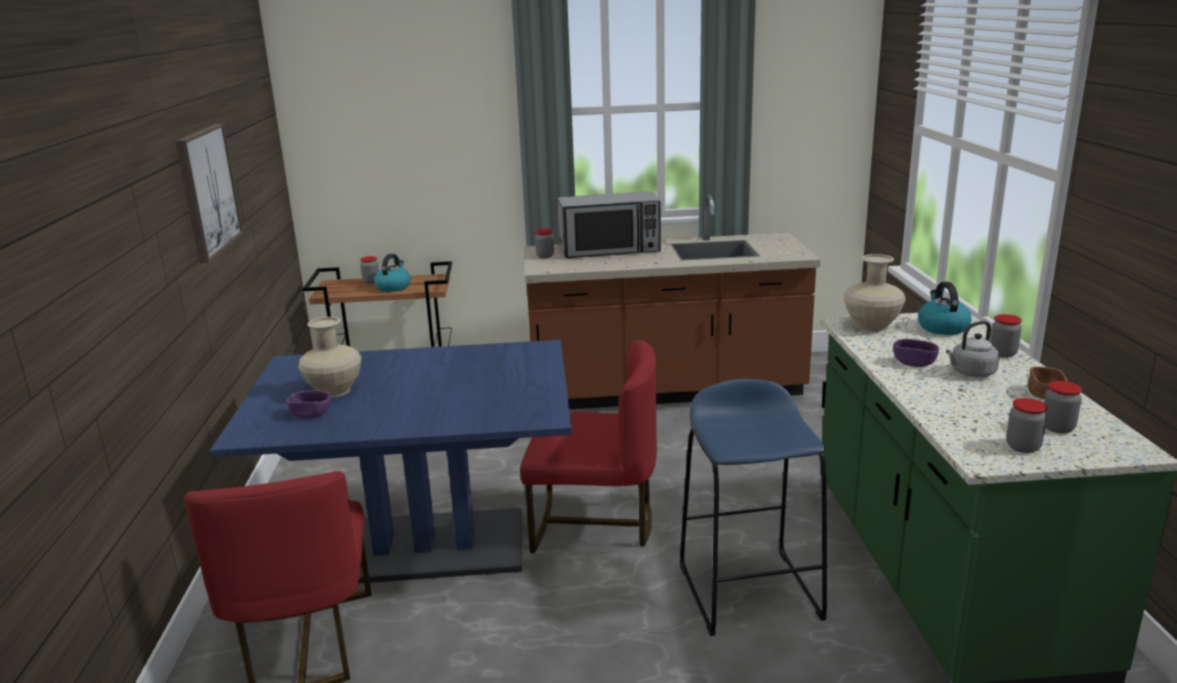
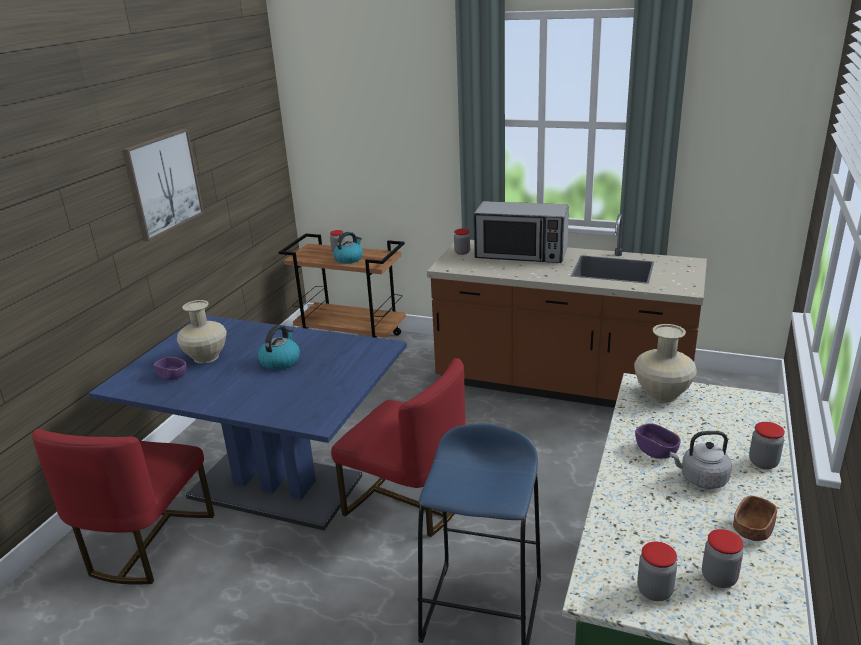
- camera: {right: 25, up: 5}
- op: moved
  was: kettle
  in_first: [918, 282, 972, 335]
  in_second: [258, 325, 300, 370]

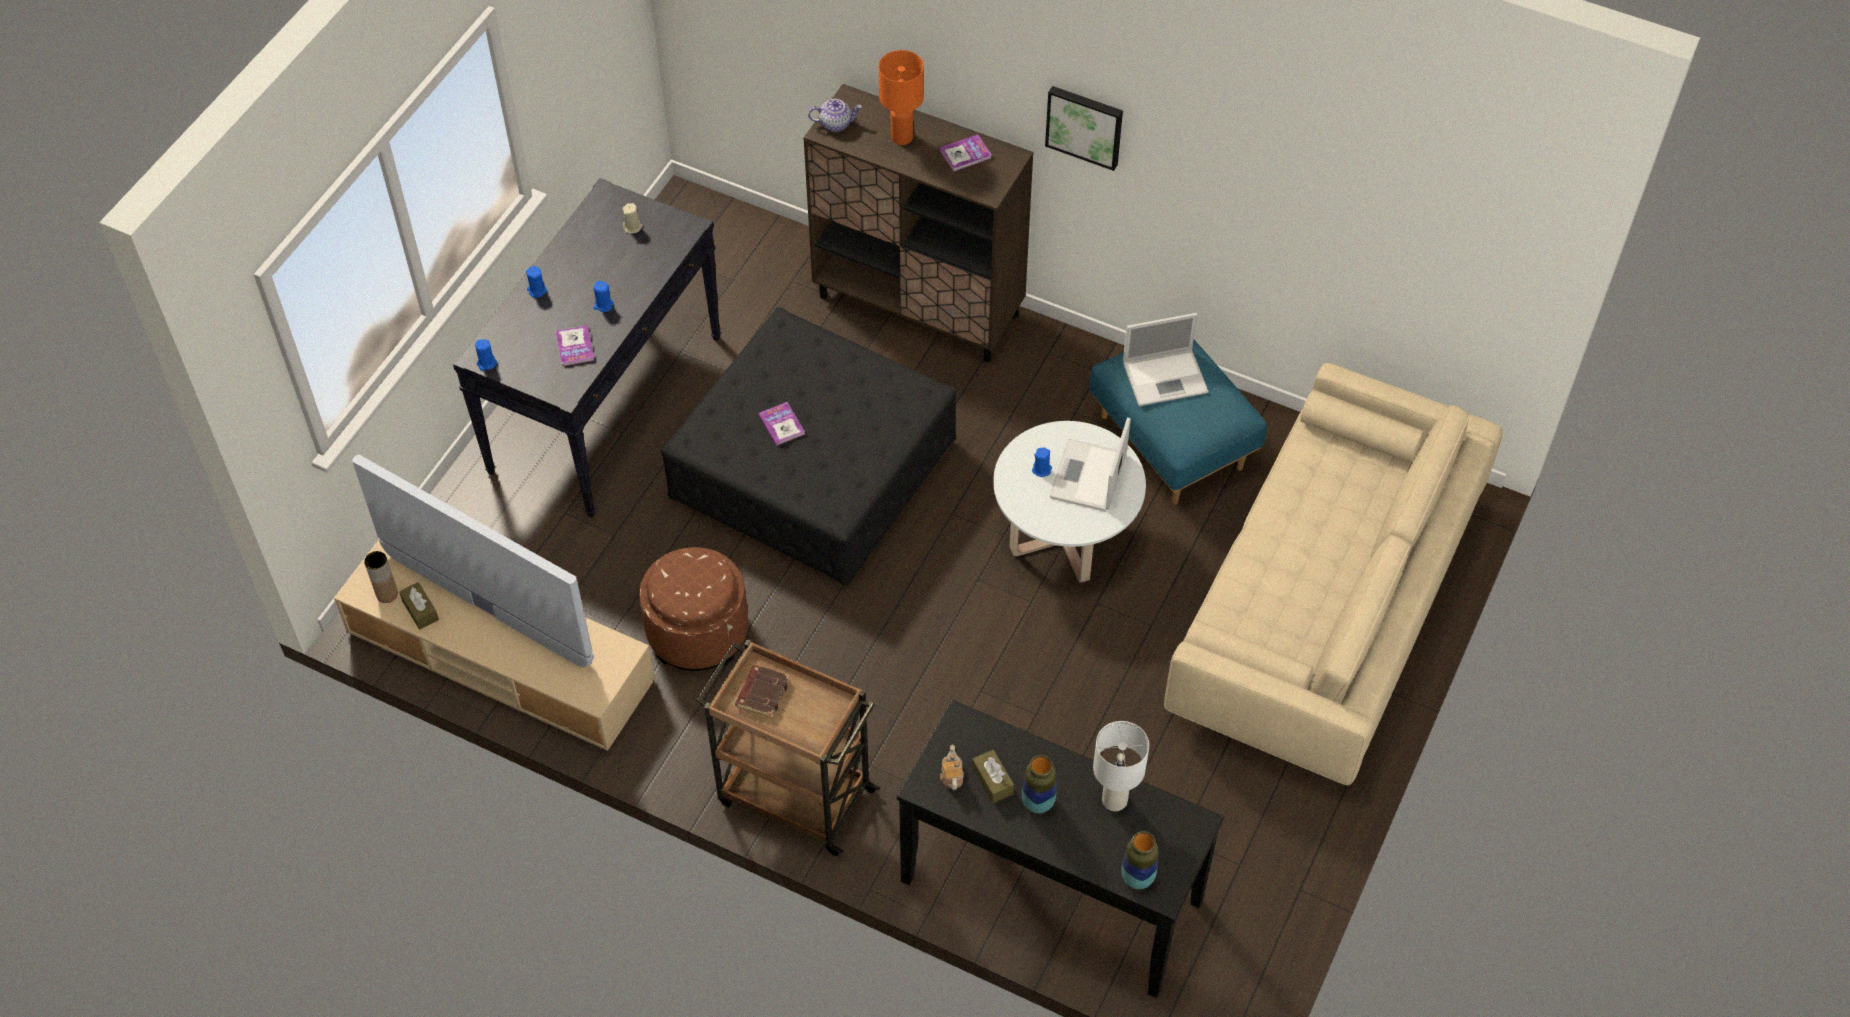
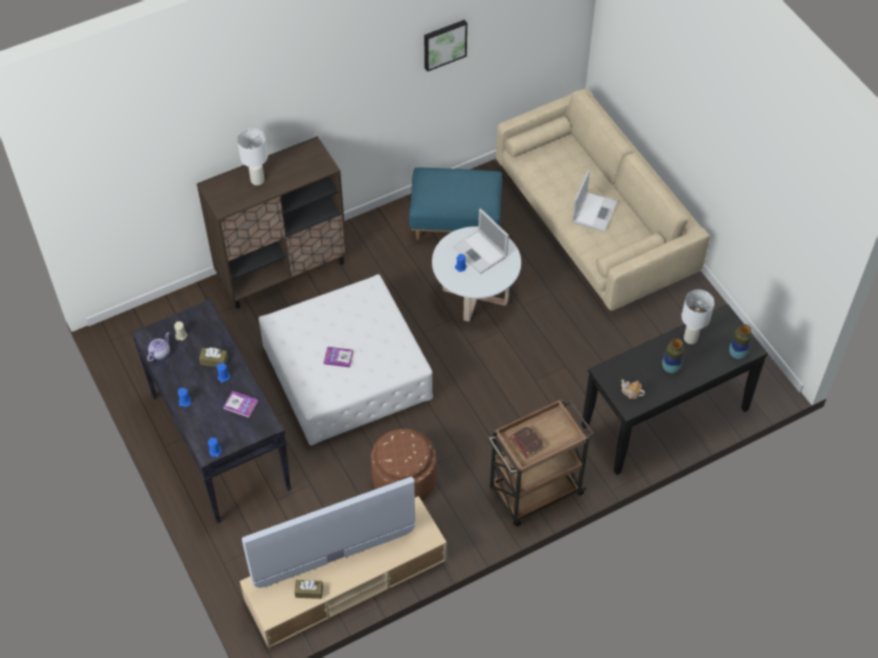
- camera: {right: -55, up: 0}
- op: moved
  was: teapot
  in_first: [808, 99, 862, 132]
  in_second: [147, 332, 170, 362]
- op: moved
  was: tissue box (brown)
  in_first: [972, 750, 1014, 803]
  in_second: [199, 348, 228, 367]
- op: recoloured
  was: table lamp (orange)
  now: table lamp (white)
  in_first: [879, 50, 924, 145]
  in_second: [237, 128, 268, 185]
- op: recoloured
  was: ottoman (black)
  now: ottoman (white)
  in_first: [661, 307, 956, 586]
  in_second: [258, 274, 433, 446]
- op: moved
  was: picture
  in_first: [1045, 86, 1123, 171]
  in_second: [424, 20, 467, 72]
- op: moved
  was: laptop
  in_first: [1123, 313, 1209, 406]
  in_second: [572, 170, 618, 232]
- op: removed
  was: vase (brown)
  in_first: [364, 551, 398, 603]
- op: removed
  was: book
  in_first: [940, 134, 992, 172]

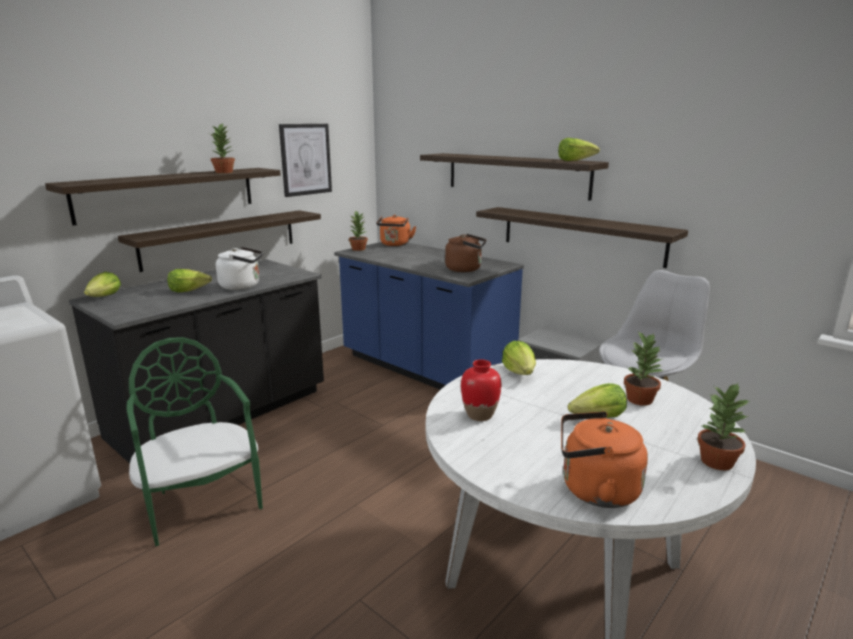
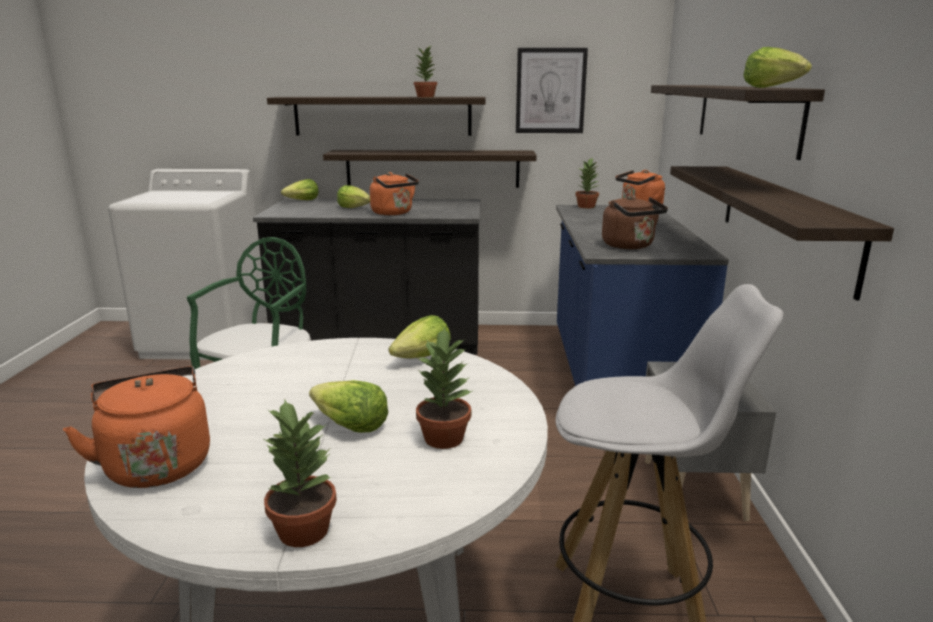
- camera: {right: 50, up: 0}
- op: recoloured
  was: kettle (white)
  now: kettle (orange)
  in_first: [216, 247, 263, 290]
  in_second: [370, 172, 419, 215]
- op: removed
  was: vase (red)
  in_first: [461, 359, 501, 421]

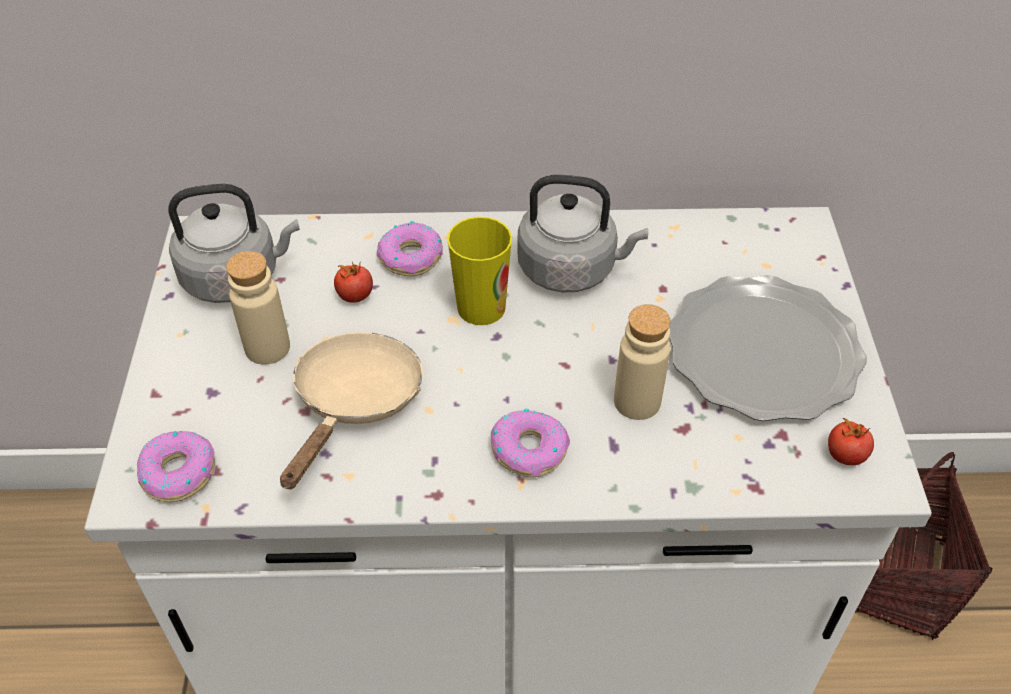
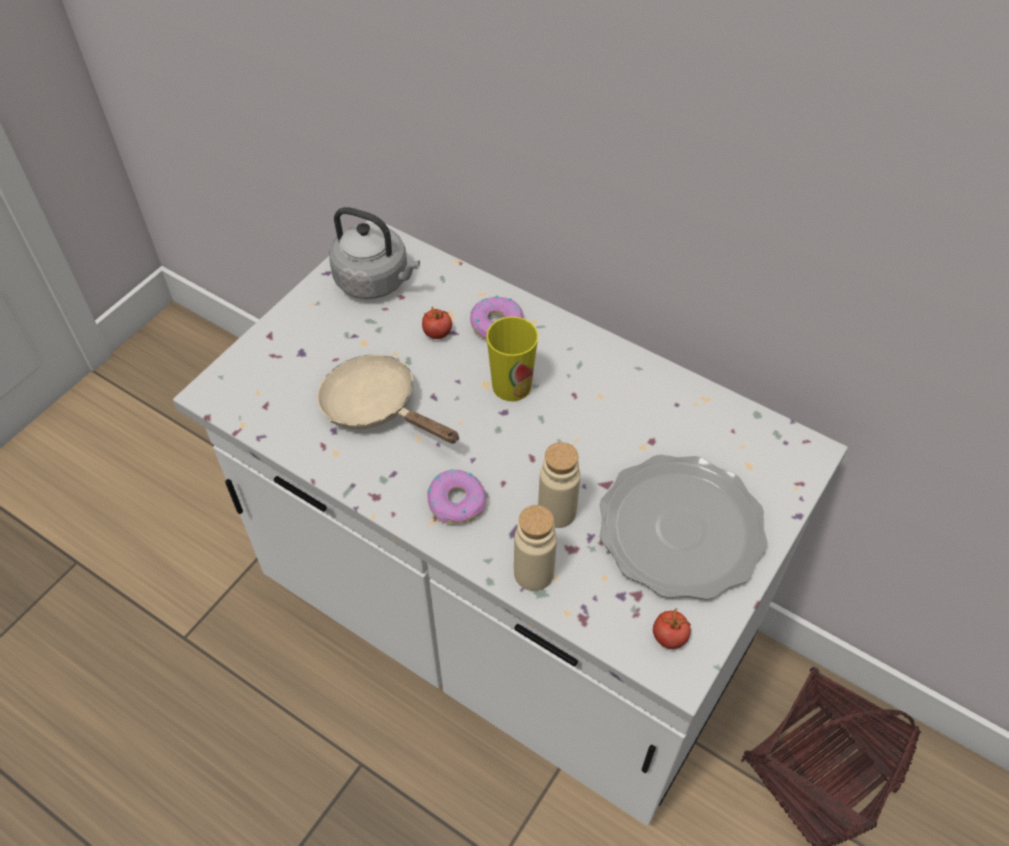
- camera: {right: 35, up: 5}
- op: turned
  was: frying pan (beige)
  in_first: [280, 332, 423, 489]
  in_second: [317, 354, 459, 444]
  clockwise: -105
- op: moved
  was: bottle (beige)
  in_first: [226, 251, 290, 365]
  in_second: [514, 505, 557, 591]
- op: removed
  was: donut
  in_first: [137, 431, 215, 502]
- op: removed
  was: kettle (grey)
  in_first: [517, 175, 648, 292]

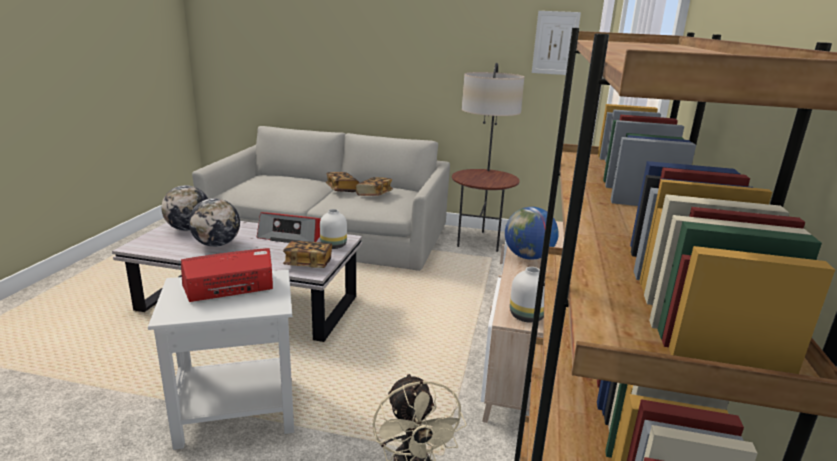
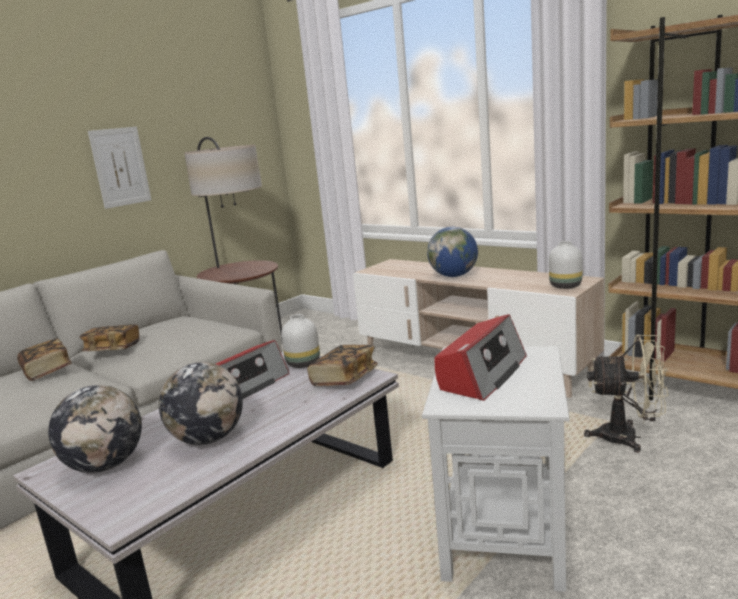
- camera: {right: -60, up: -5}
- op: moved
  was: book
  in_first: [356, 177, 393, 196]
  in_second: [17, 338, 72, 381]
- op: moved
  was: picture
  in_first: [532, 11, 581, 75]
  in_second: [88, 127, 151, 209]
- op: turned
  was: radio
  in_first: [181, 248, 273, 302]
  in_second: [435, 314, 527, 401]
  clockwise: -150

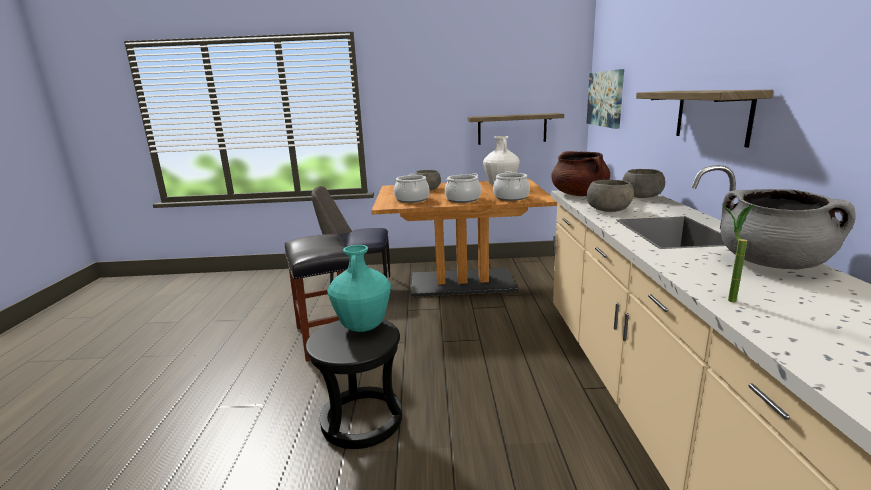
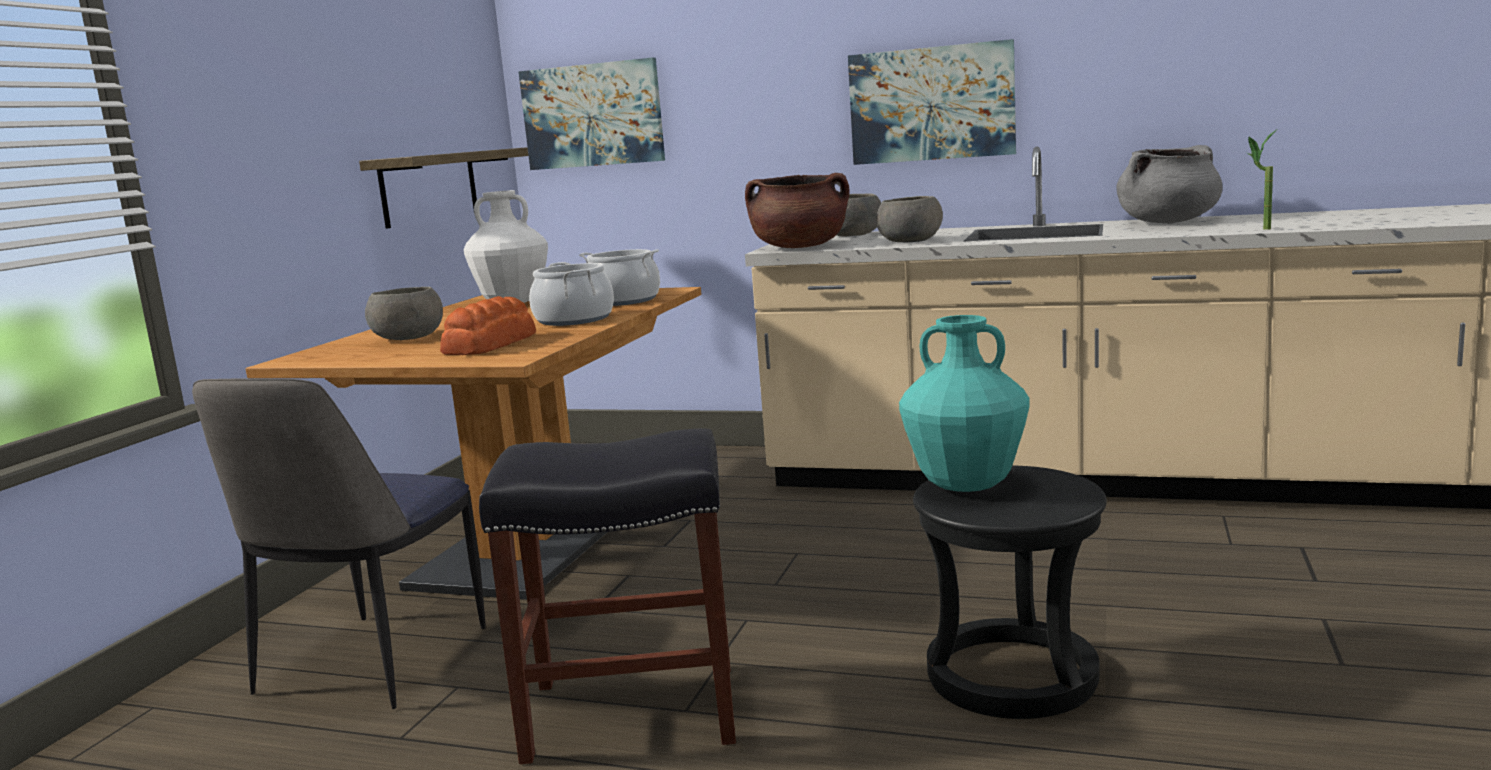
- camera: {right: -70, up: -5}
- op: replaced
  was: cooking pot
  now: bread
  in_first: [394, 174, 430, 203]
  in_second: [440, 296, 536, 355]
- op: replaced
  was: shelf
  now: picture
  in_first: [636, 90, 774, 147]
  in_second: [848, 39, 1016, 165]

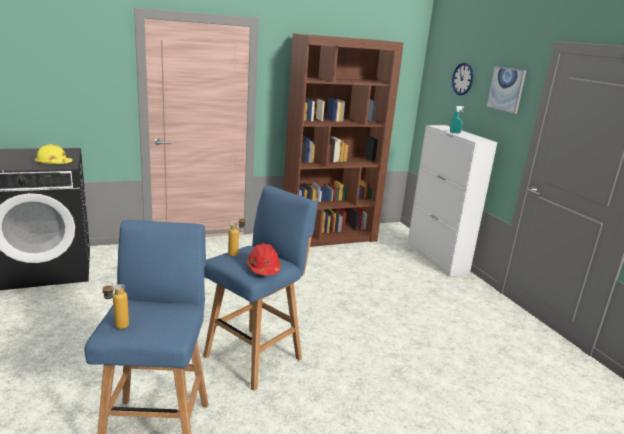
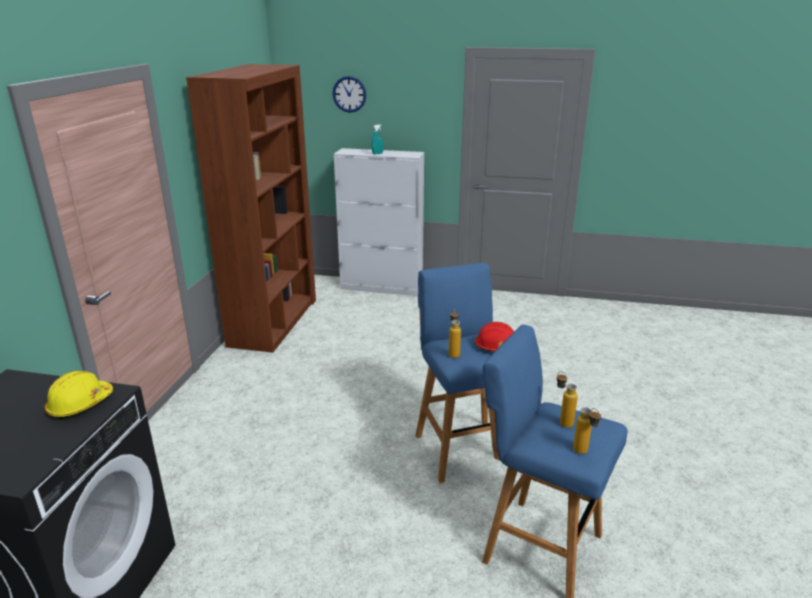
- camera: {right: -55, up: 5}
- op: added
  now: bottle
  in_second: [557, 371, 578, 428]
- op: removed
  was: picture
  in_first: [487, 66, 526, 114]

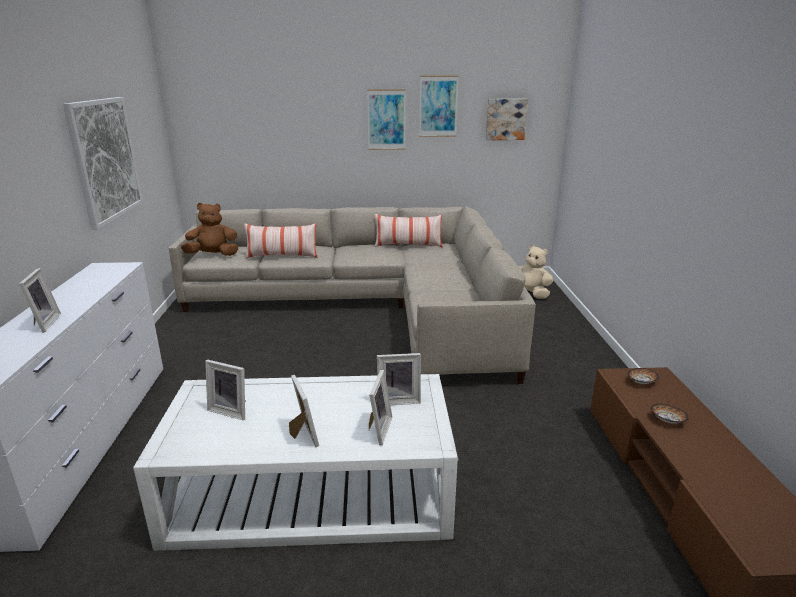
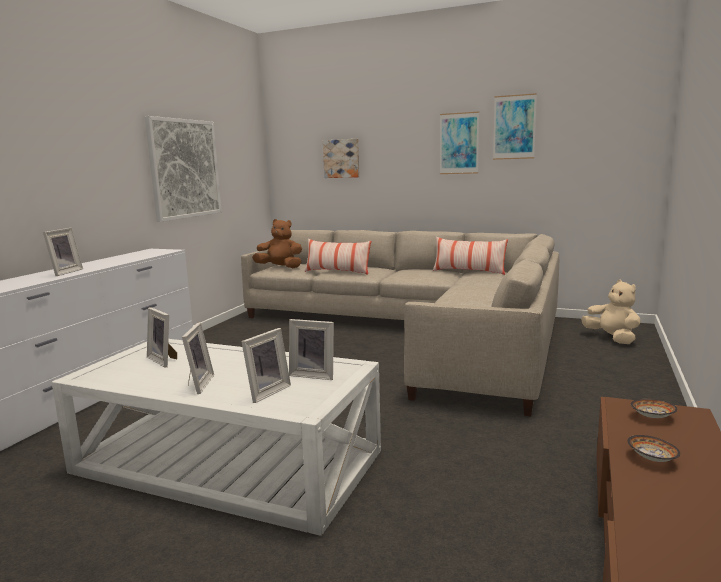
- camera: {right: 25, up: -10}
- op: moved
  was: picture
  in_first: [486, 99, 528, 140]
  in_second: [323, 139, 360, 178]

